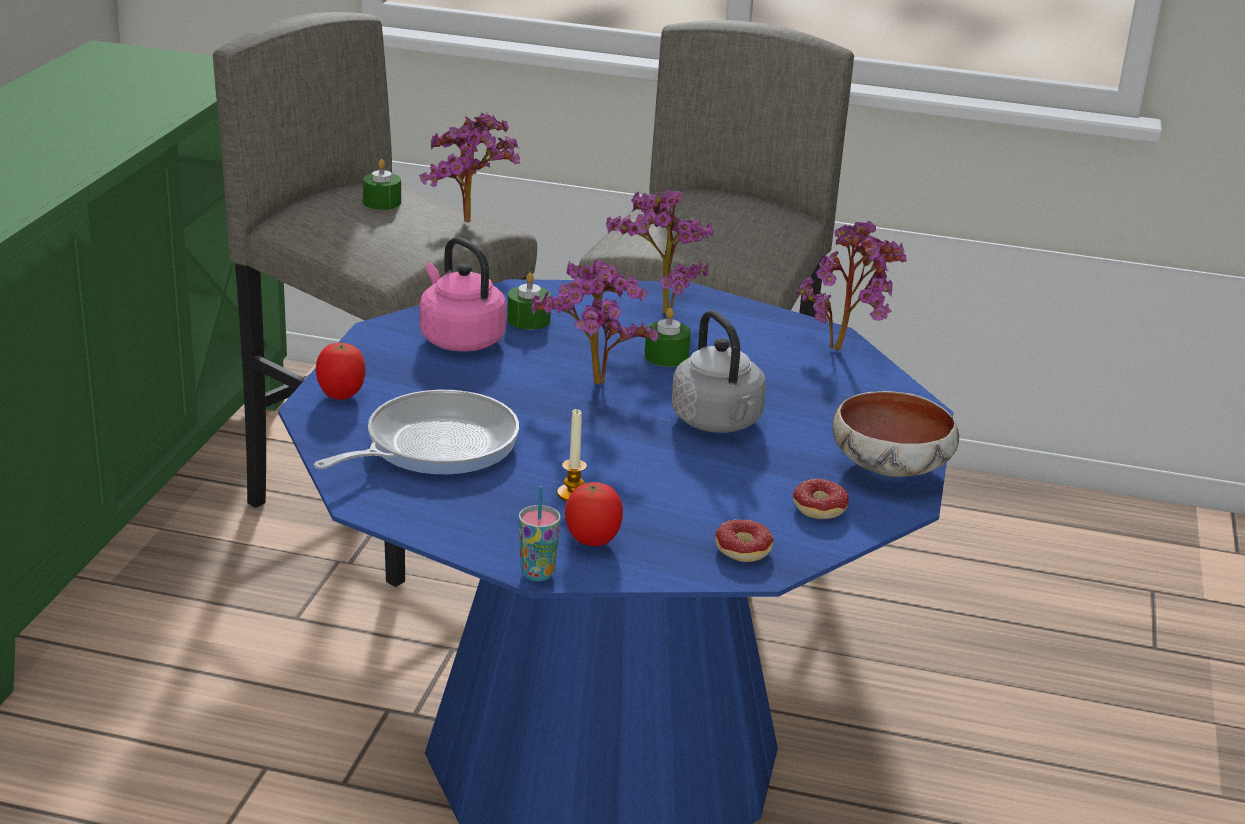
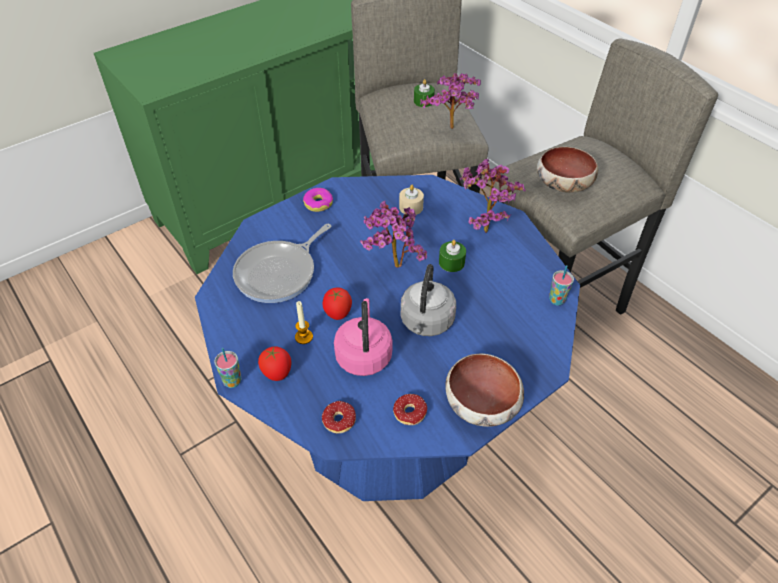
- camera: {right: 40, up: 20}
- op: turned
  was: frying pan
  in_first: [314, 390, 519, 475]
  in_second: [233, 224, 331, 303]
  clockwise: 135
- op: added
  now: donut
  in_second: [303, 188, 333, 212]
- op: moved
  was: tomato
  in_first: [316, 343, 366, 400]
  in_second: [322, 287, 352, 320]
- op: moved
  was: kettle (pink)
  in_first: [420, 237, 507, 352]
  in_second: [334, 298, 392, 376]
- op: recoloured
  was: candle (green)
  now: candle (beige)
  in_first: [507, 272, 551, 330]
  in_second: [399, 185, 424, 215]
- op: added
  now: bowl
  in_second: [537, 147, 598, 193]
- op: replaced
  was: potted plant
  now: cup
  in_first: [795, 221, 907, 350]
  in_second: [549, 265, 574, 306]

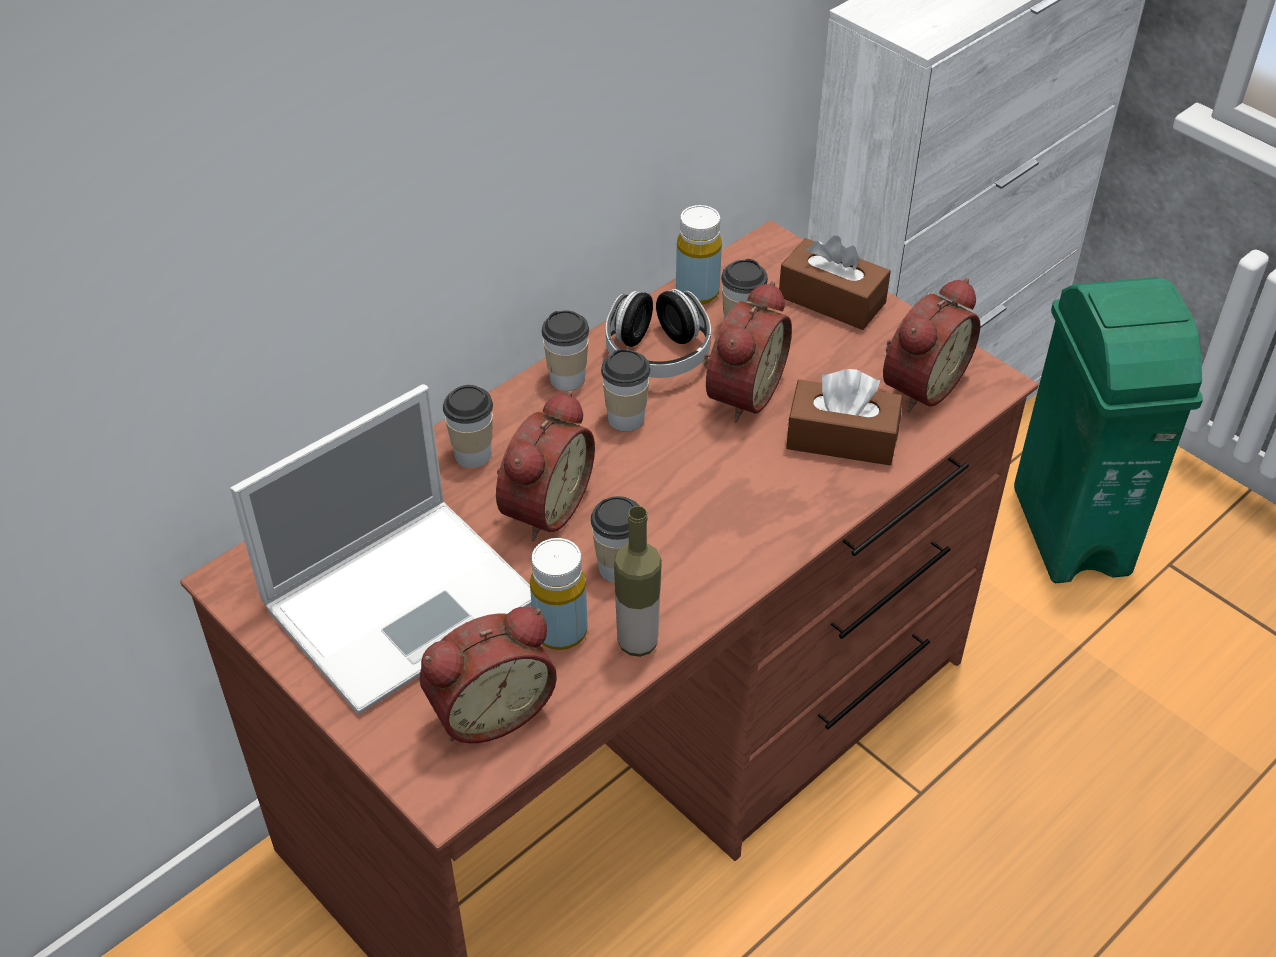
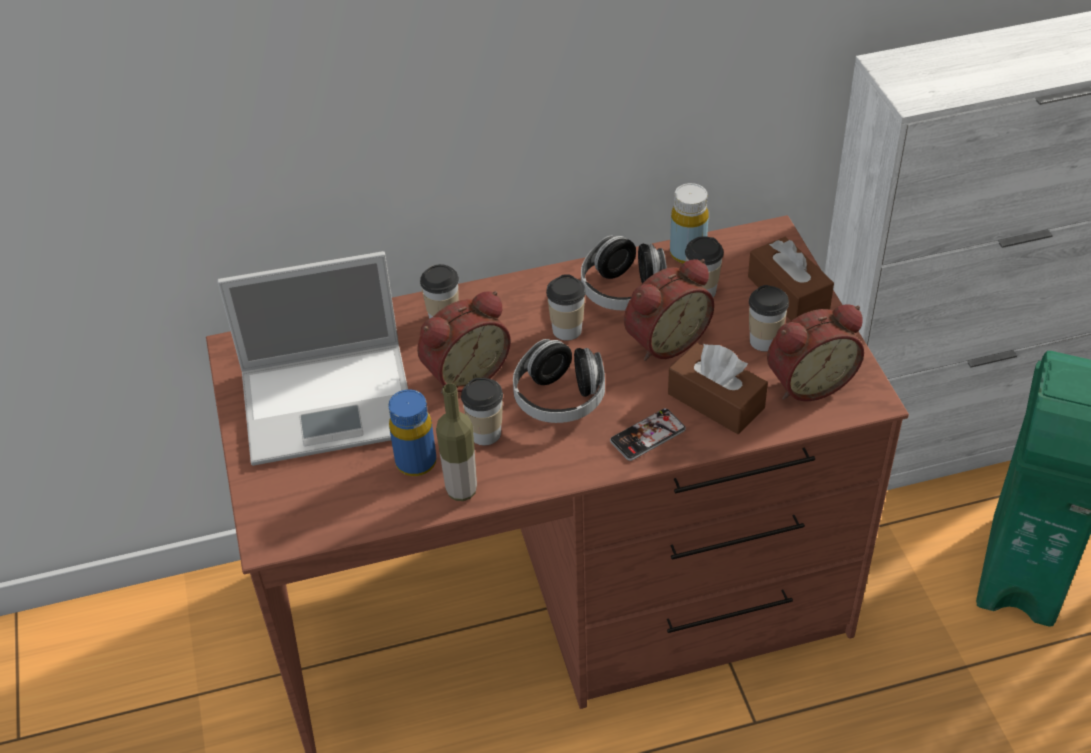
- camera: {right: 30, up: 0}
- op: recoloured
  was: bottle (yellow)
  now: bottle (blue)
  in_first: [530, 538, 588, 650]
  in_second: [388, 389, 436, 476]
- op: added
  now: headphones
  in_second: [513, 339, 605, 423]
- op: added
  now: phone
  in_second: [610, 408, 686, 461]
- op: moved
  was: cup
  in_first: [541, 311, 589, 391]
  in_second: [749, 285, 789, 351]
- op: removed
  was: alarm clock
  in_first: [419, 607, 557, 743]

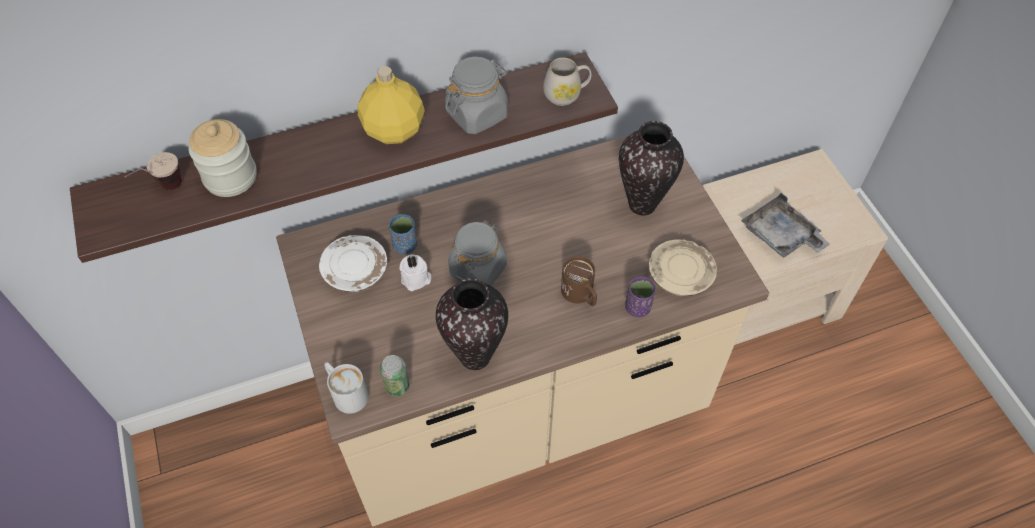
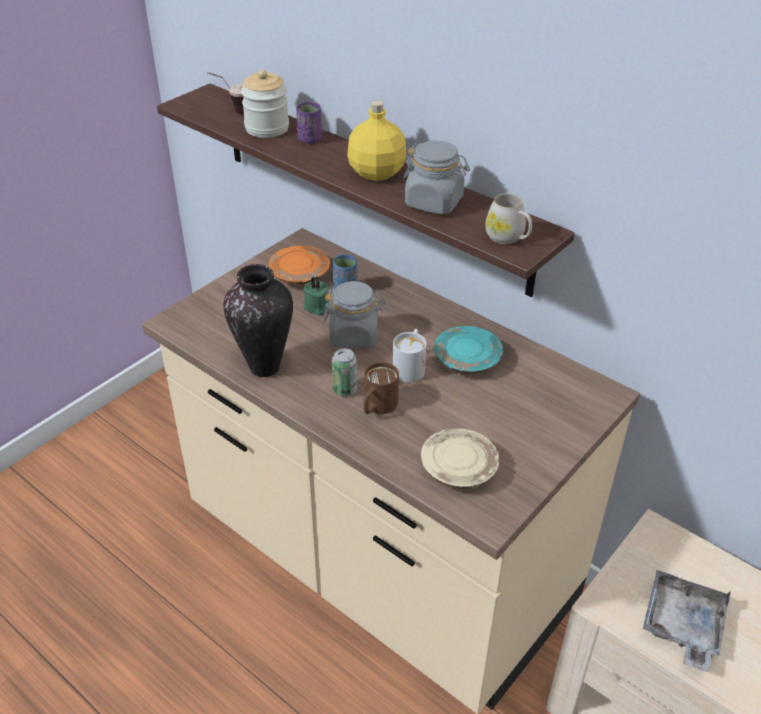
- camera: {right: 60, up: -15}
- op: recoloured
  was: plate (white)
  now: plate (orange)
  in_first: [319, 235, 387, 292]
  in_second: [269, 245, 330, 285]
- op: moved
  was: cup (purple)
  in_first: [625, 276, 656, 317]
  in_second: [296, 102, 322, 144]
- op: recoloured
  was: candle (white)
  now: candle (green)
  in_first: [399, 254, 432, 291]
  in_second: [303, 276, 329, 315]
- op: moved
  was: can
  in_first: [380, 355, 410, 396]
  in_second: [332, 348, 357, 396]
- op: moved
  was: mug (white)
  in_first: [324, 362, 368, 414]
  in_second: [393, 329, 426, 382]
- op: added
  now: plate (turquoise)
  in_second: [434, 326, 503, 374]
- op: removed
  was: vase
  in_first: [619, 121, 684, 215]

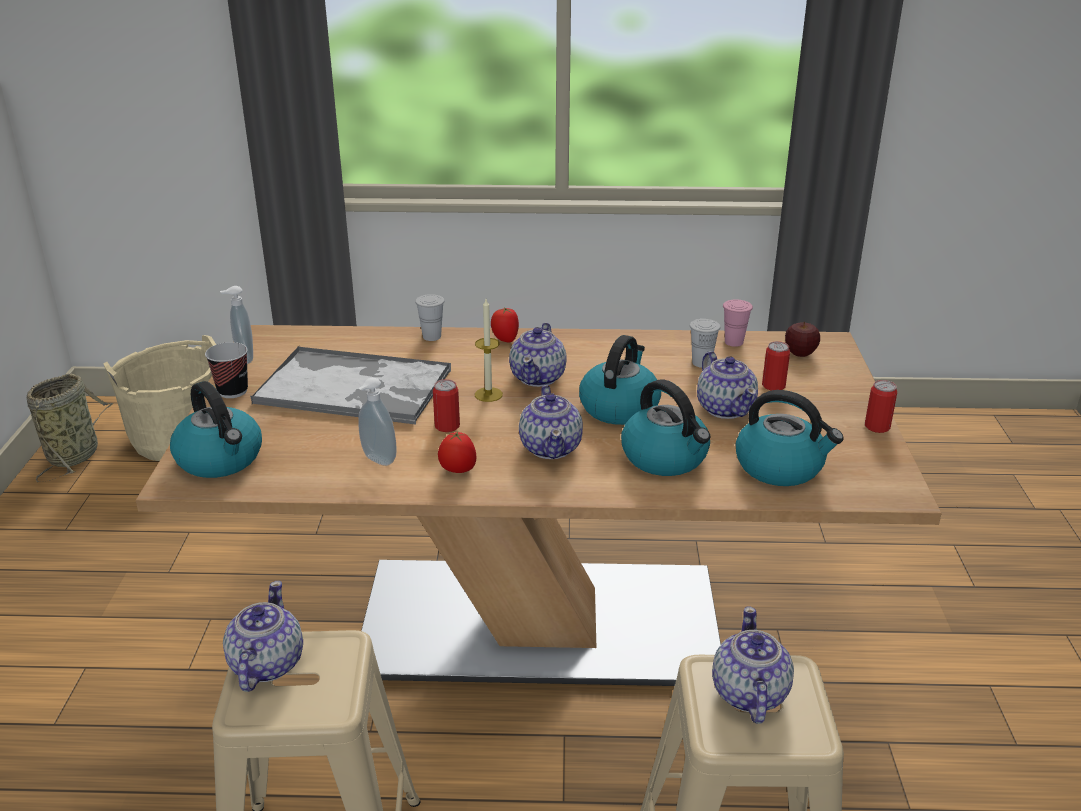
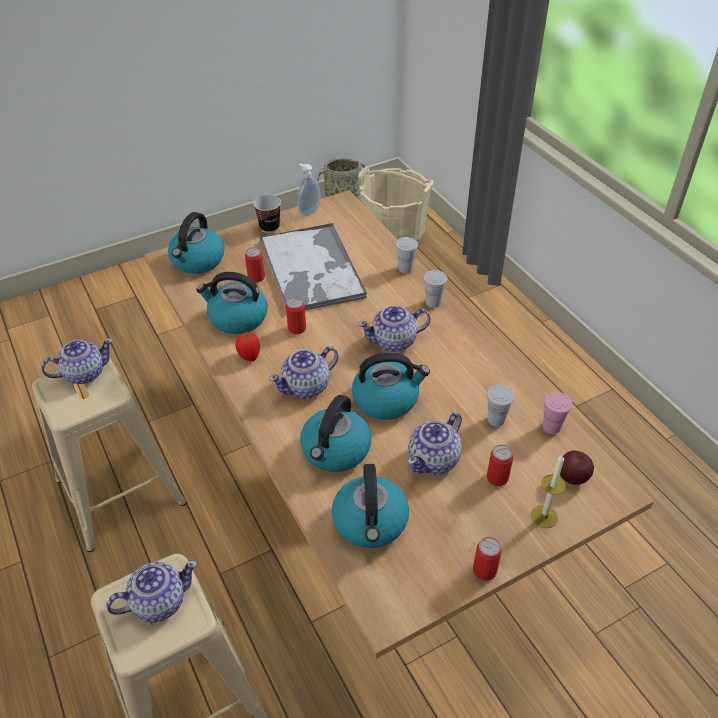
- camera: {right: 60, up: 15}
- op: replaced
  was: soap dispenser
  now: kettle
  in_first: [358, 378, 397, 466]
  in_second: [196, 272, 268, 334]
- op: added
  now: can
  in_second: [245, 247, 265, 283]
- op: replaced
  was: tomato
  now: cup (white)
  in_first: [491, 307, 519, 342]
  in_second: [423, 270, 447, 308]
- op: moved
  was: candle
  in_first: [475, 299, 503, 402]
  in_second: [531, 454, 566, 528]

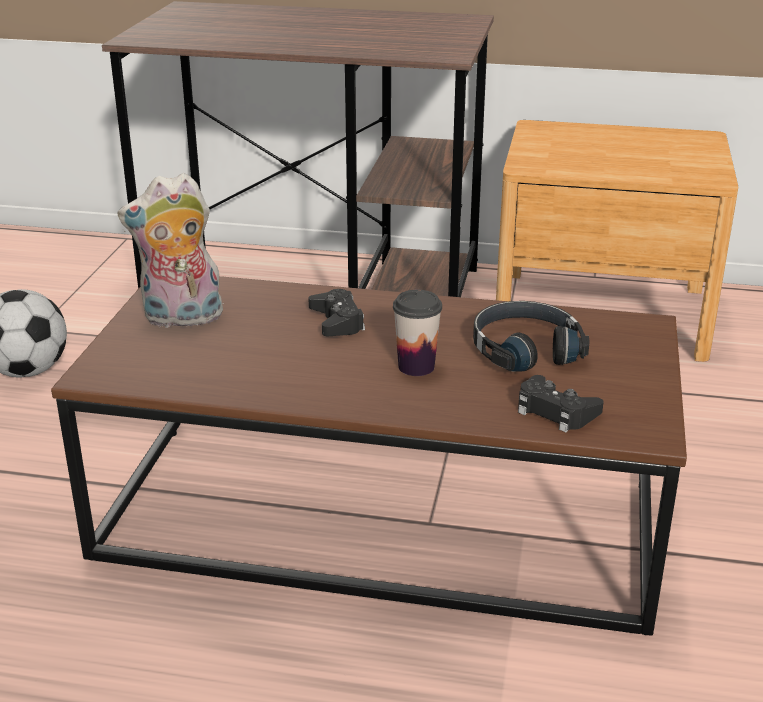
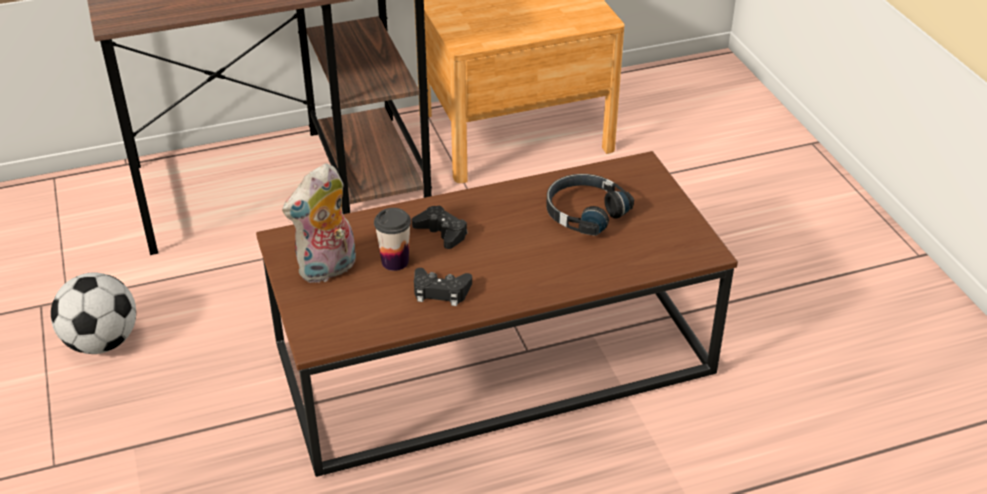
- camera: {right: -30, up: 10}
- op: moved
  was: cup
  in_first: [393, 290, 442, 376]
  in_second: [374, 208, 411, 271]
- op: moved
  was: game controller (black)
  in_first: [518, 375, 604, 432]
  in_second: [414, 268, 472, 306]

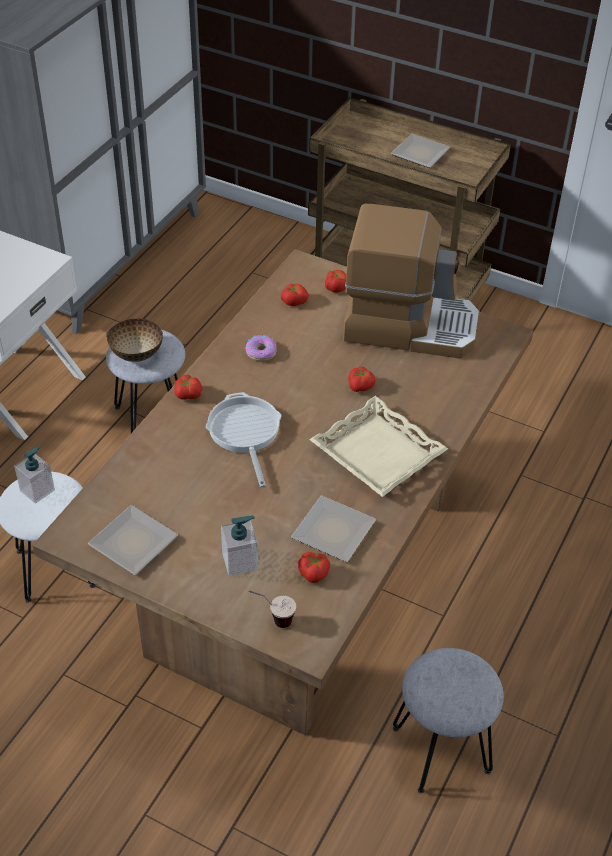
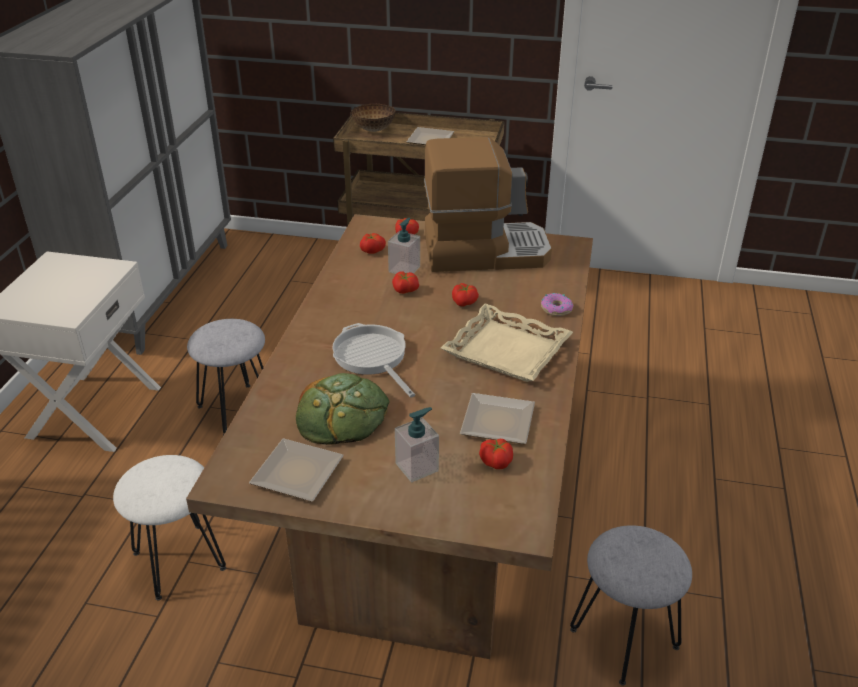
- camera: {right: -15, up: -10}
- op: added
  now: bread
  in_second: [296, 373, 390, 445]
- op: moved
  was: bowl
  in_first: [107, 318, 163, 362]
  in_second: [351, 104, 395, 132]
- op: moved
  was: soap dispenser
  in_first: [14, 446, 55, 504]
  in_second: [388, 218, 420, 274]
- op: moved
  was: tomato
  in_first: [174, 375, 203, 400]
  in_second: [392, 272, 419, 294]
- op: moved
  was: donut
  in_first: [245, 335, 277, 361]
  in_second: [541, 293, 573, 316]
- op: removed
  was: cup
  in_first: [249, 590, 296, 628]

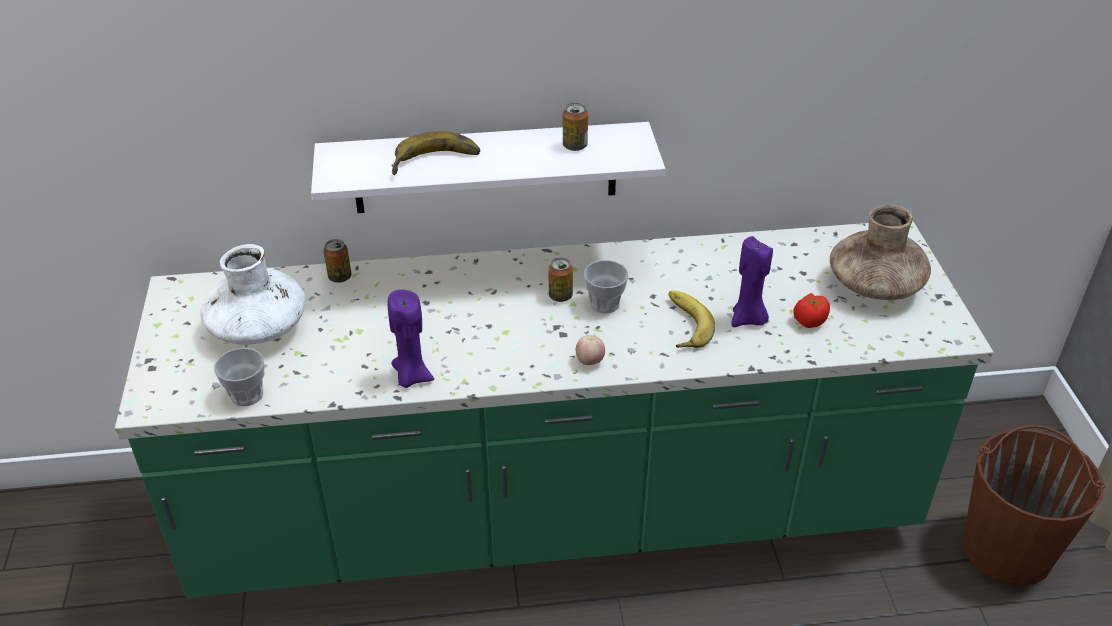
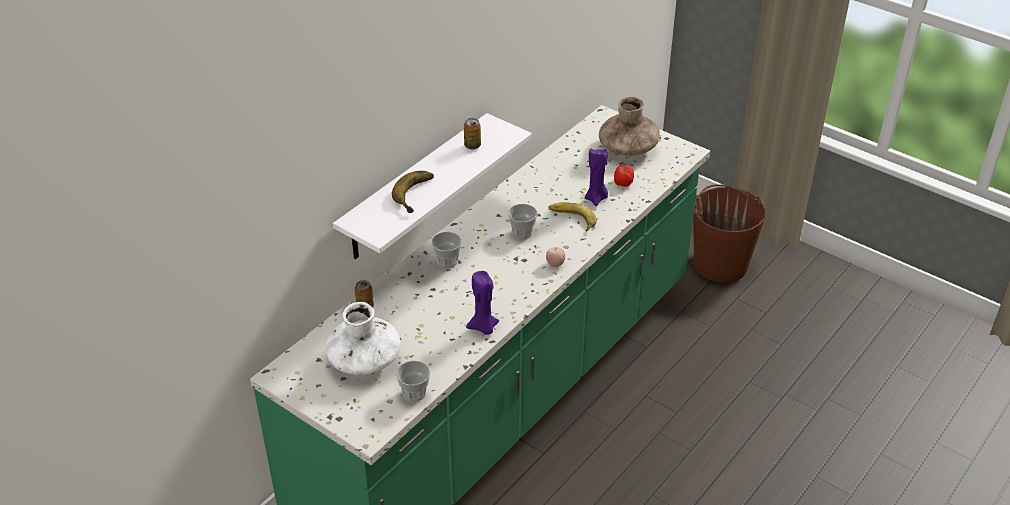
- camera: {right: -45, up: 0}
- op: added
  now: cup
  in_second: [432, 232, 462, 268]
- op: removed
  was: can
  in_first: [548, 257, 573, 302]

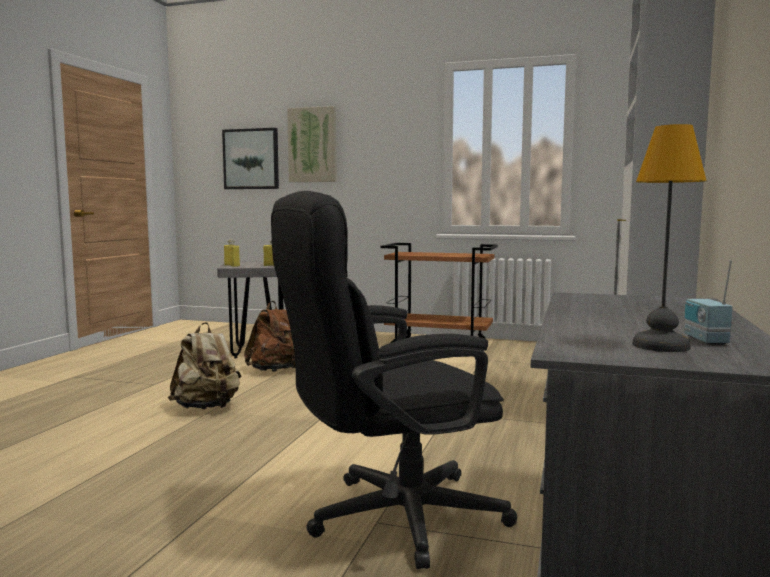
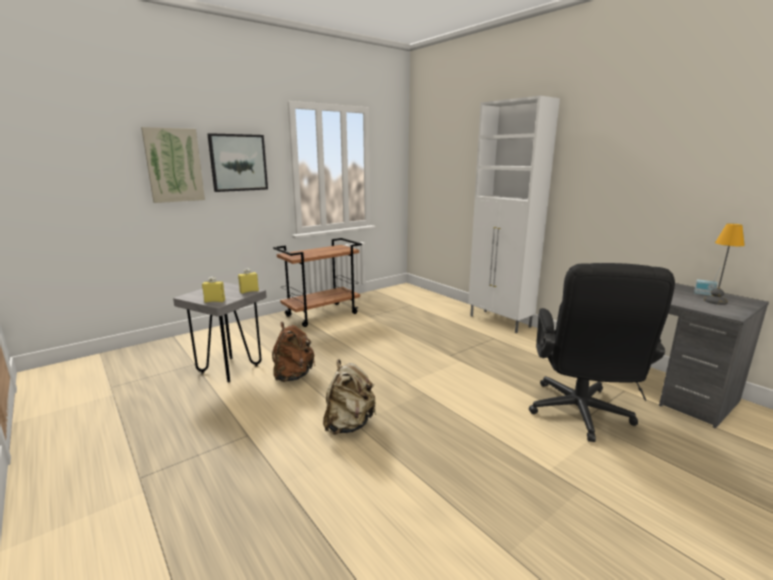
- camera: {right: -55, up: 10}
- op: moved
  was: picture
  in_first: [222, 128, 279, 189]
  in_second: [207, 133, 268, 192]

